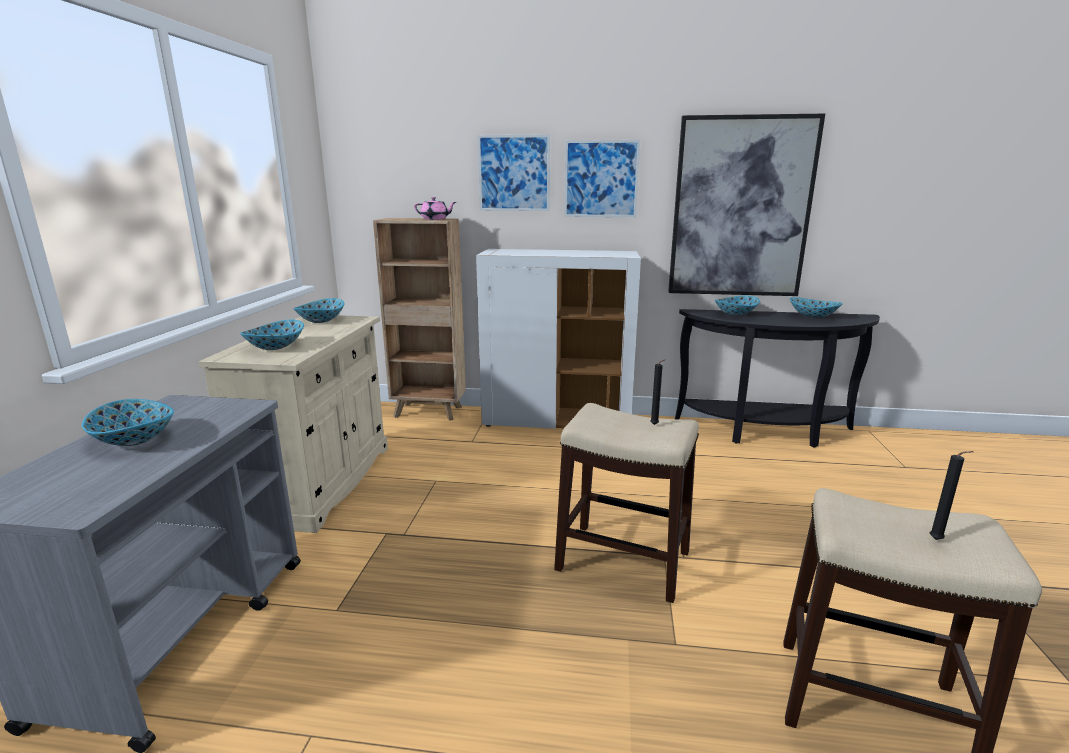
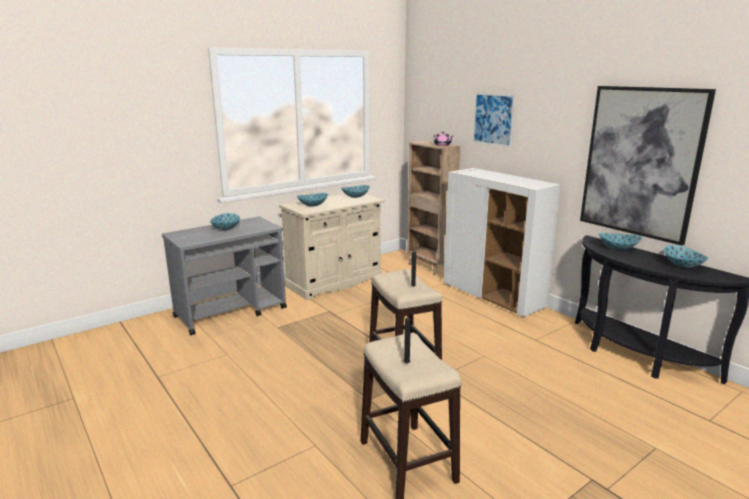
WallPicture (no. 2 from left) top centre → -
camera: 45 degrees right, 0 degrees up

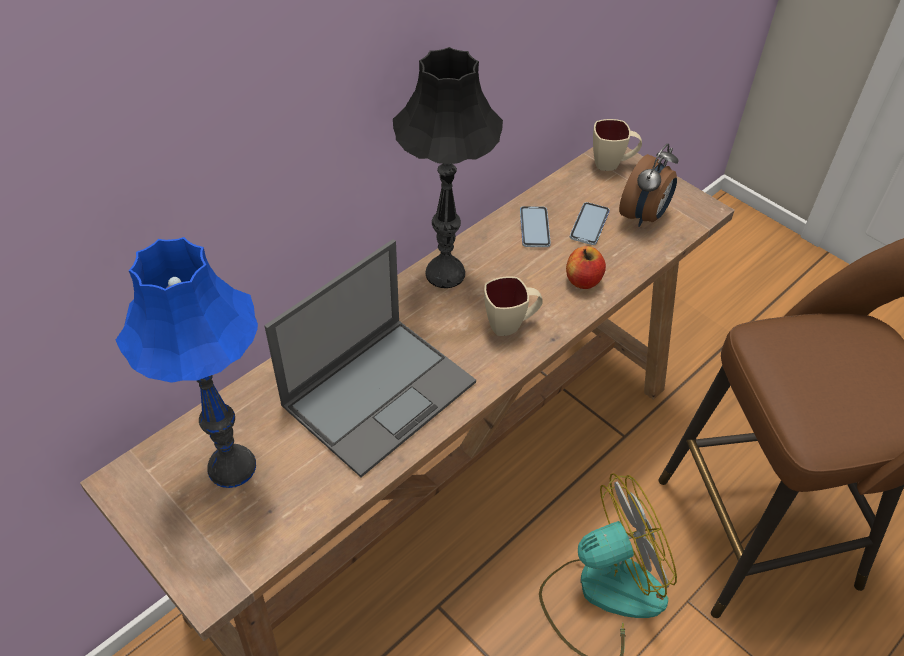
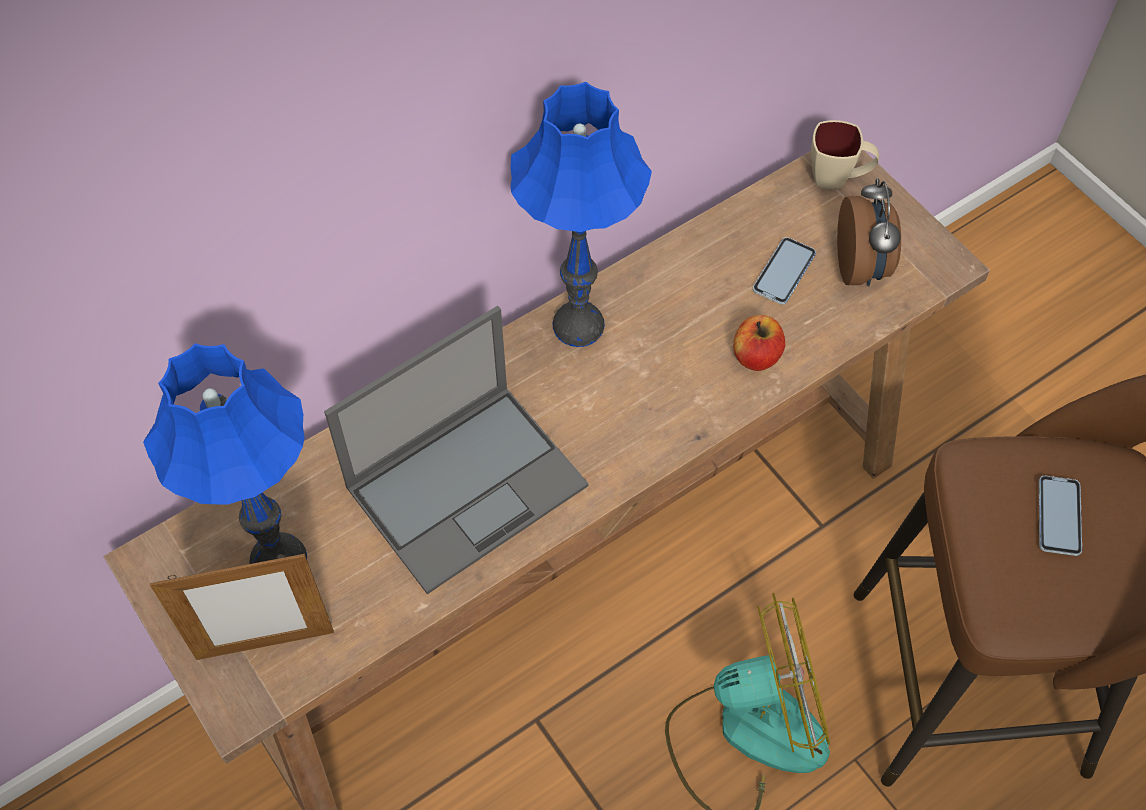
BeigeCoffeeMug (no. 1 from left) centre → -
- → StandingFrame bottom left
Telephone (no. 1 from left in the first image) centre → Telephone (no. 2 from left) middle right, relocated
BlackTableLamp top centre → BluishTableLamp (no. 2 from left) top centre
TableClock top right, 45 degrees counterclockwise
camera: 10 degrees right, 10 degrees up

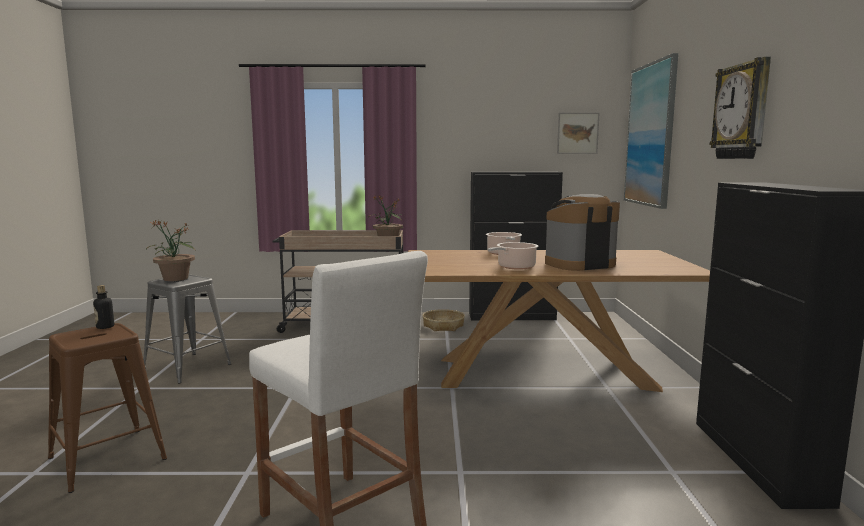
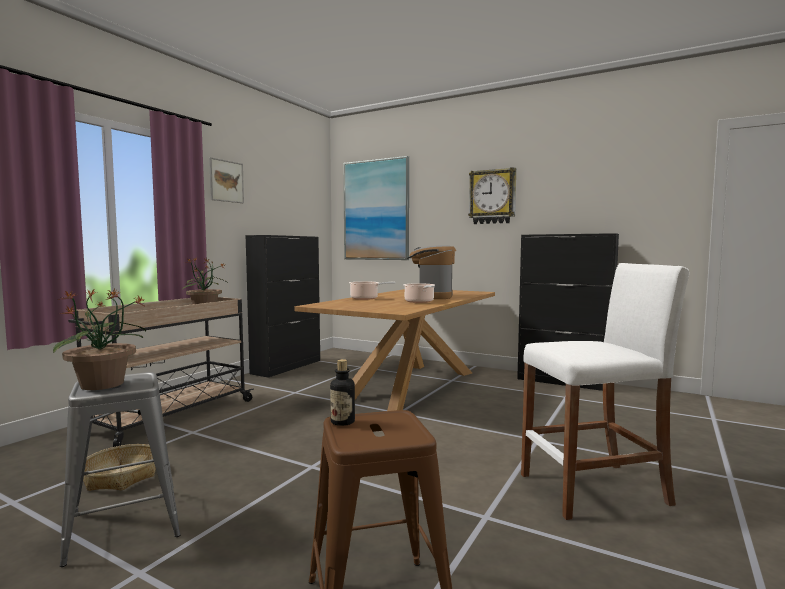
StorageBasket centre → StorageBasket bottom left, relocated
WallPicture (no. 1 from left) top right → WallPicture (no. 1 from left) top left, relocated
camera: 60 degrees left, 5 degrees down

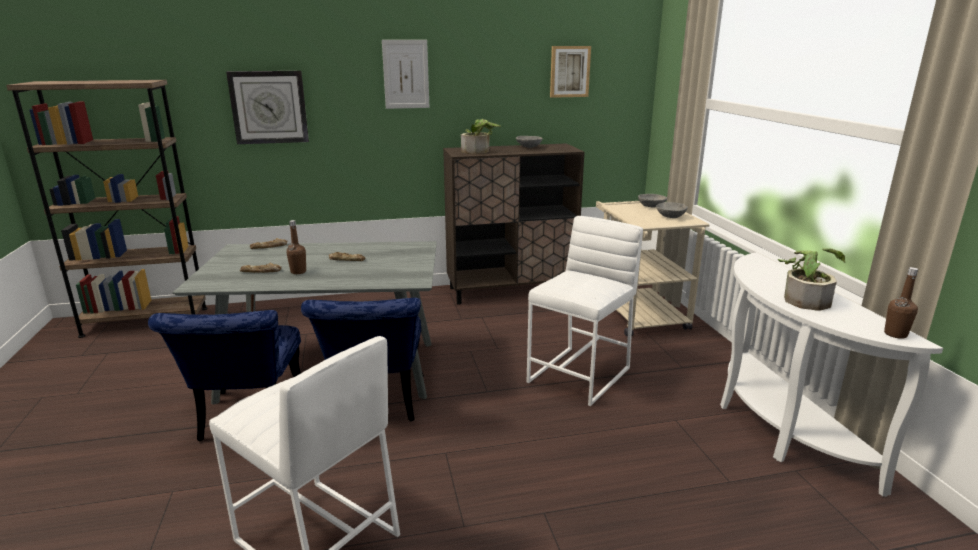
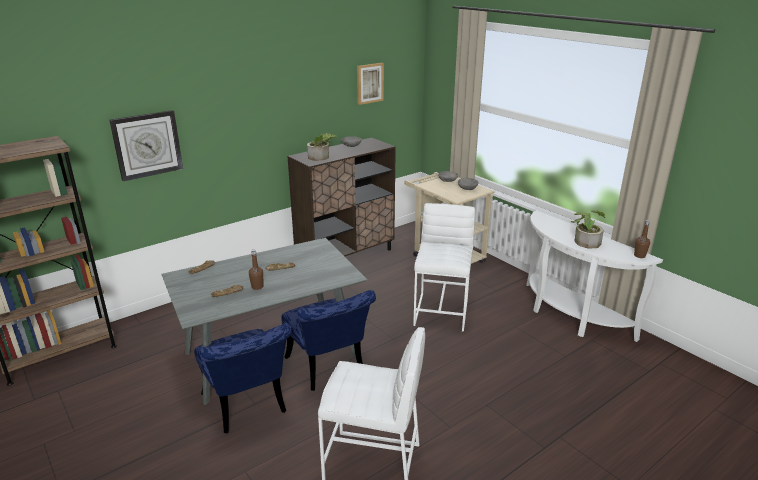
WallPicture (no. 1 from left) top centre → -
camera: 25 degrees left, 5 degrees up

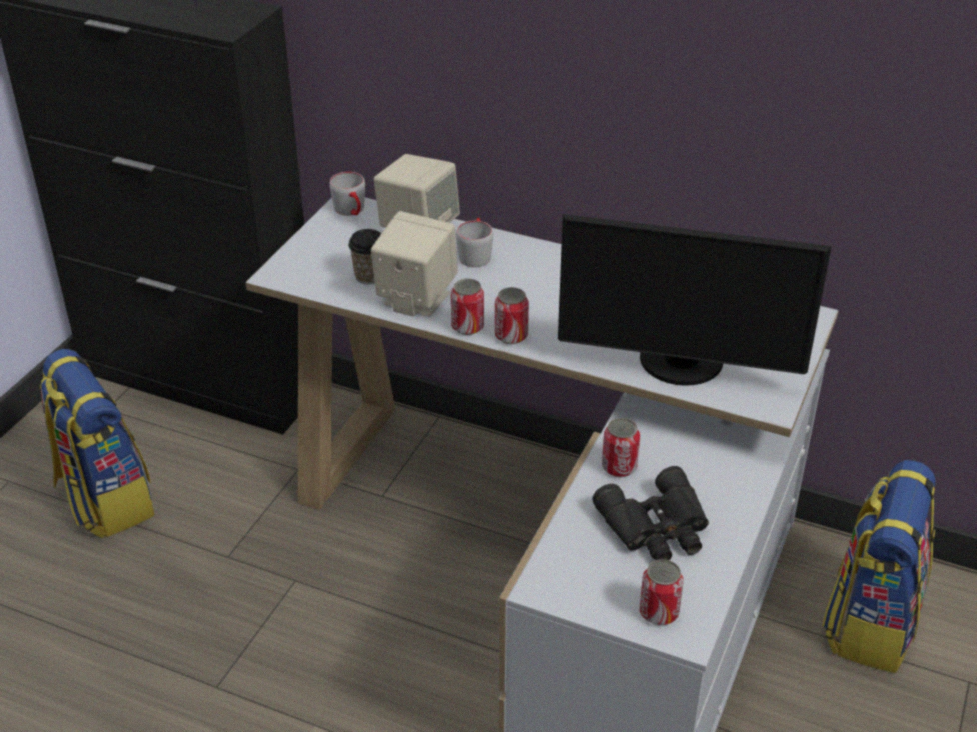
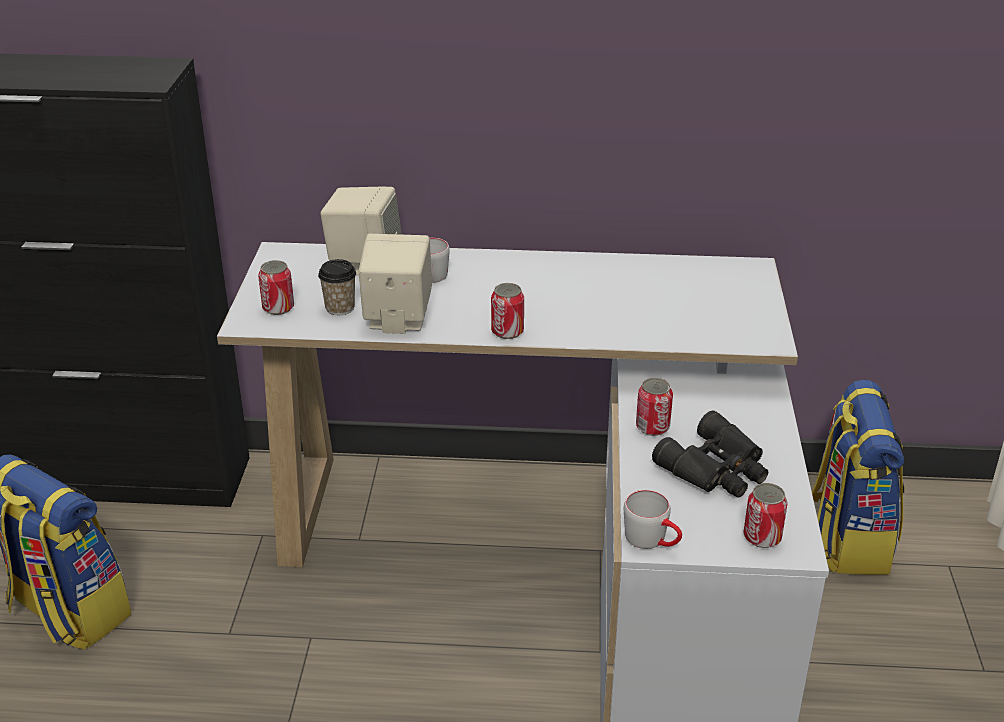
ComputerDisplay middle right → -
GreyCoffeeMug (no. 1 from left in the first image) top centre → GreyCoffeeMug (no. 2 from left) bottom centre, relocated
MetalCan (no. 1 from left) centre → MetalCan (no. 1 from left) middle left, relocated
camera: 20 degrees left, 5 degrees down

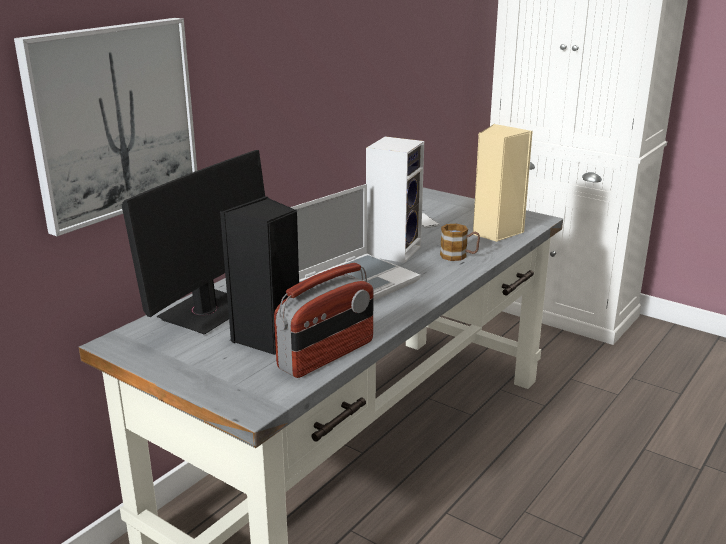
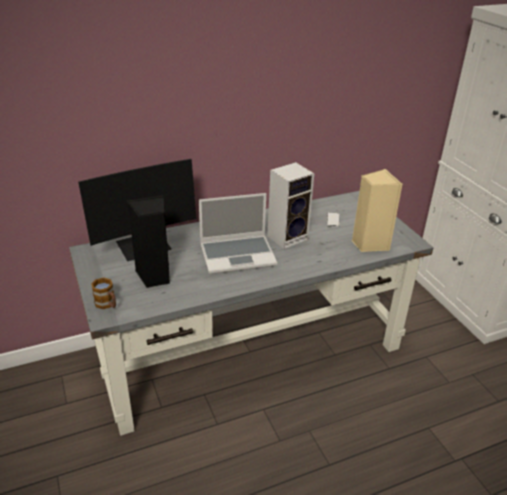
WallPicture top left → -
RadioReceiver centre → -
CoffeeMug centre → CoffeeMug middle left, relocated
camera: 30 degrees right, 10 degrees up

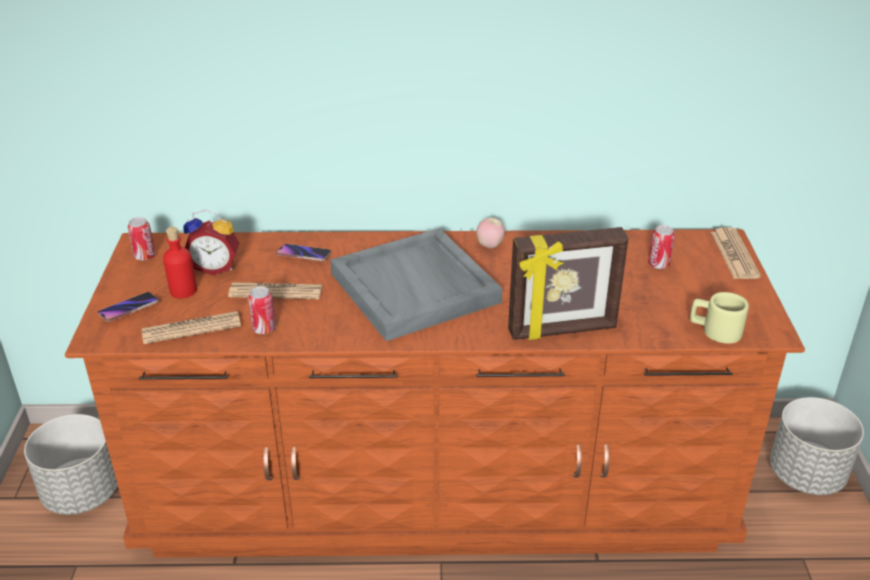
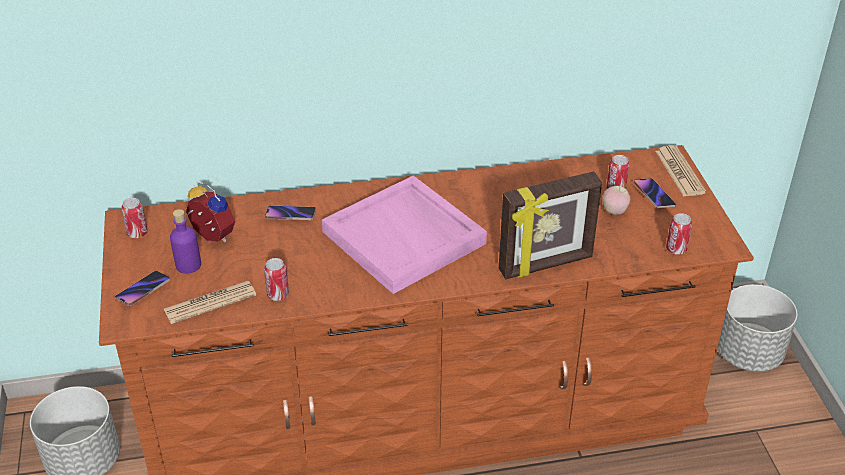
PrintedPaper (no. 2 from left) middle left → -
- → Telephone (no. 3 from left) middle right
WholeApple centre → WholeApple middle right, relocated
BeigeCoffeeMug middle right → MetalCan (no. 4 from left) middle right
RedColouredBeverageBottle middle left → PurplishBeverageBottle middle left
GreyCarryingTray centre → PinkCarryingTray centre
TableClock middle left, 135 degrees counterclockwise
camera: 10 degrees left, 5 degrees up

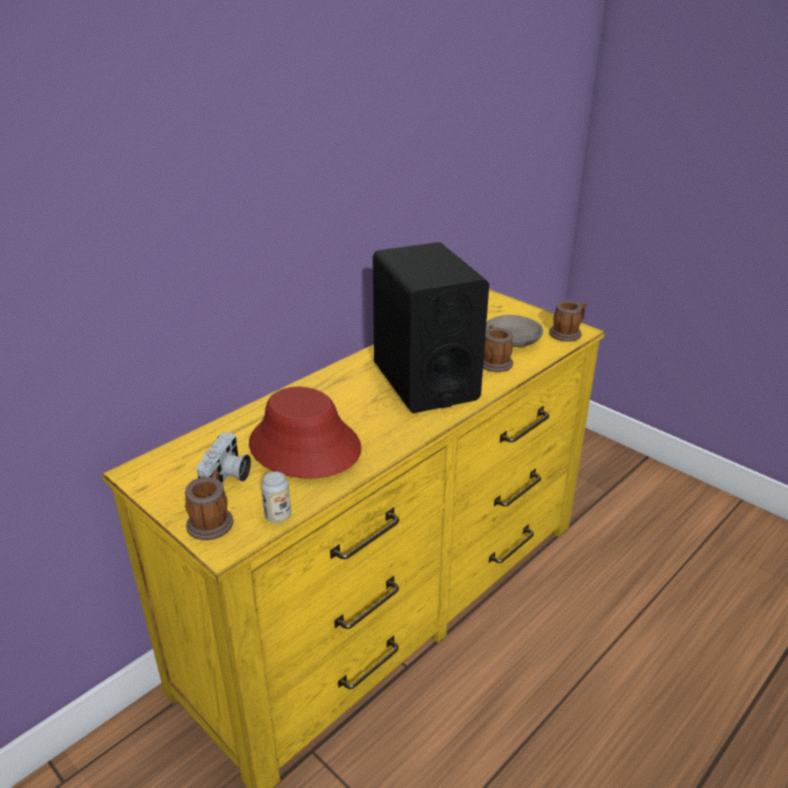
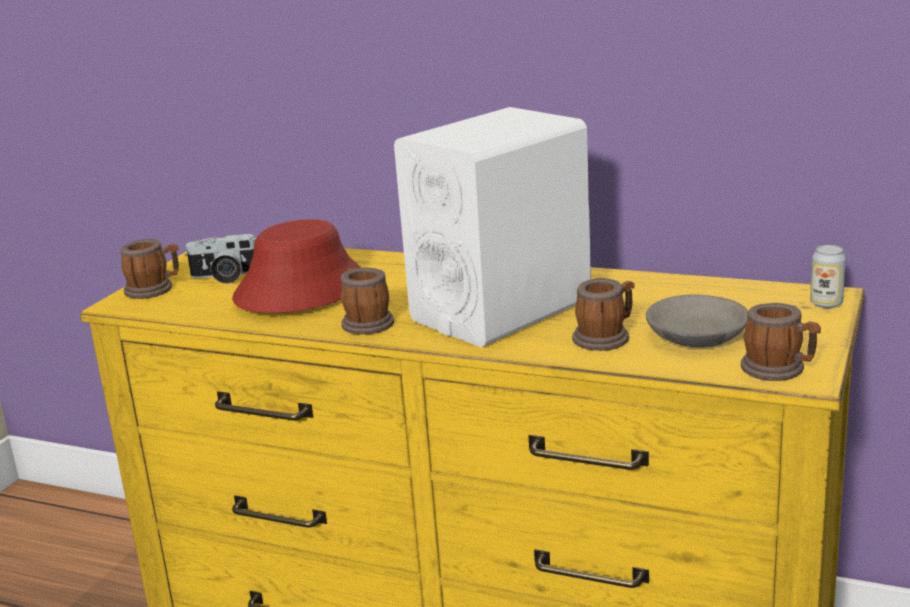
- → CoffeeMug (no. 2 from left) centre
MetalCan centre → MetalCan middle right, relocated
BlackSpeaker centre → WhiteSpeaker centre
camera: 70 degrees right, 10 degrees down

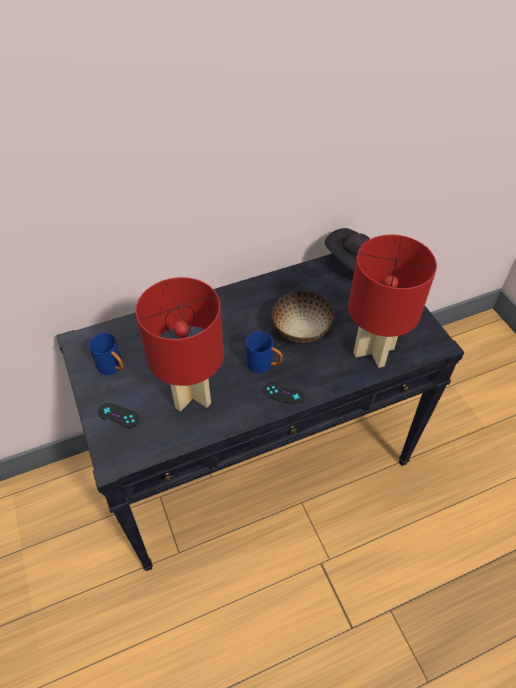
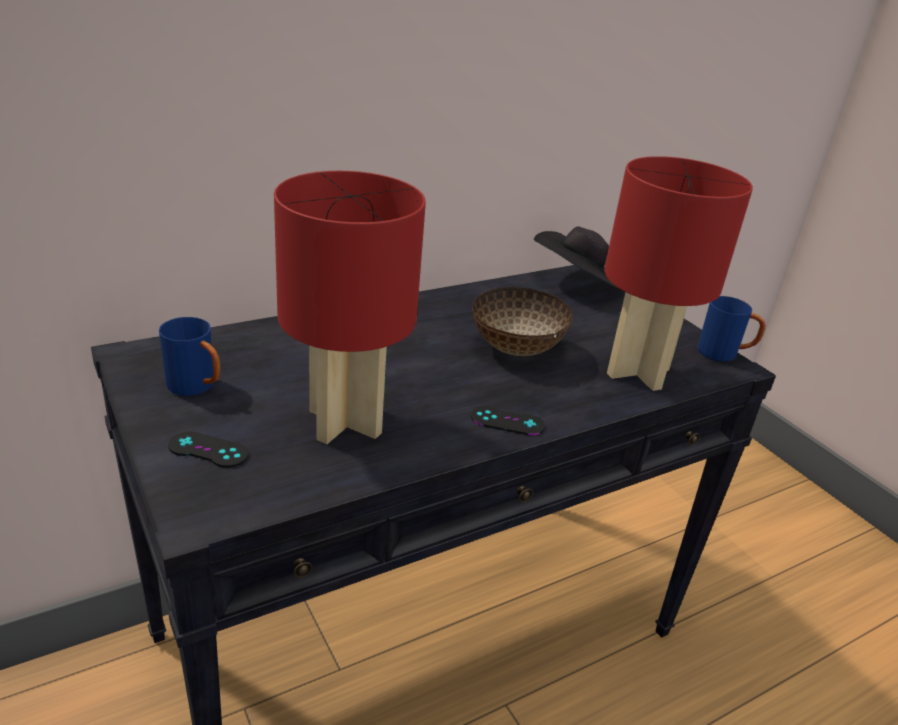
BluishCoffeeMug (no. 2 from left) centre → BluishCoffeeMug (no. 2 from left) middle right, relocated
camera: 10 degrees left, 20 degrees down

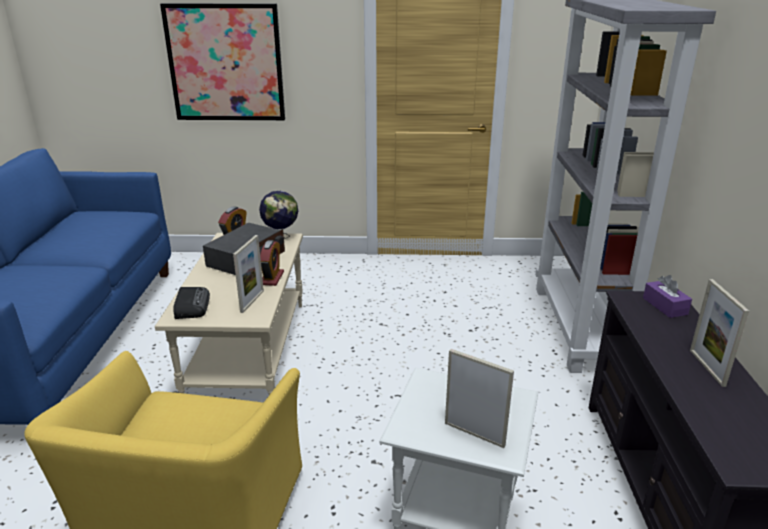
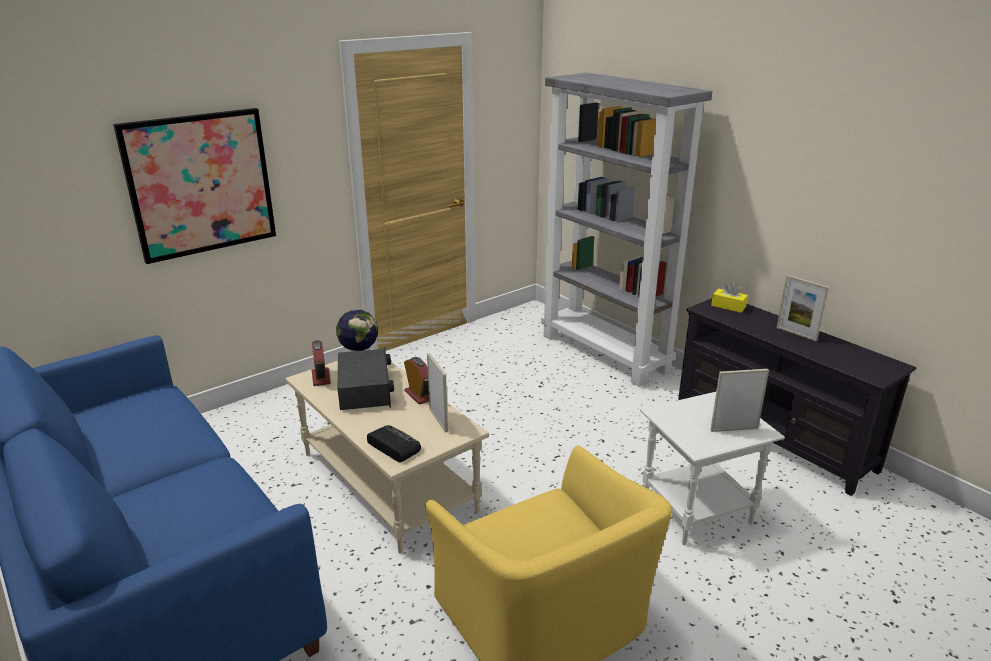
PurplishBoxOfTissues middle right → YellowColouredBoxOfTissues middle right
camera: 40 degrees left, 0 degrees up

